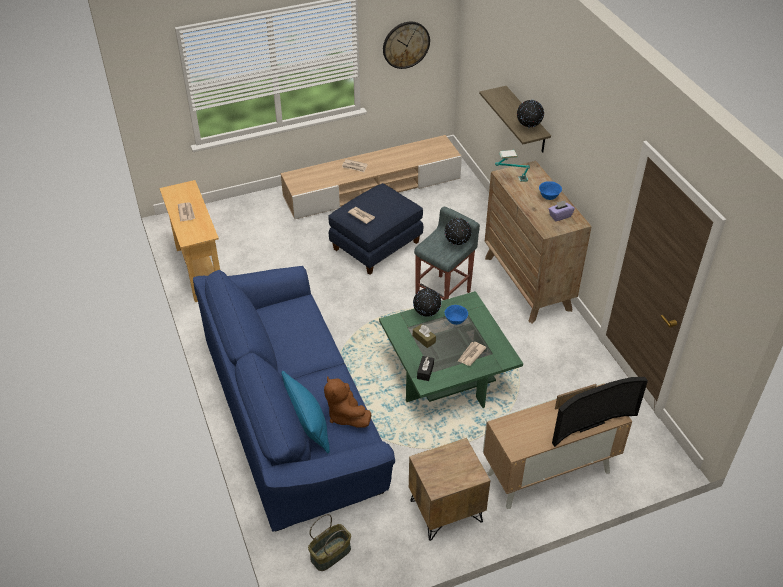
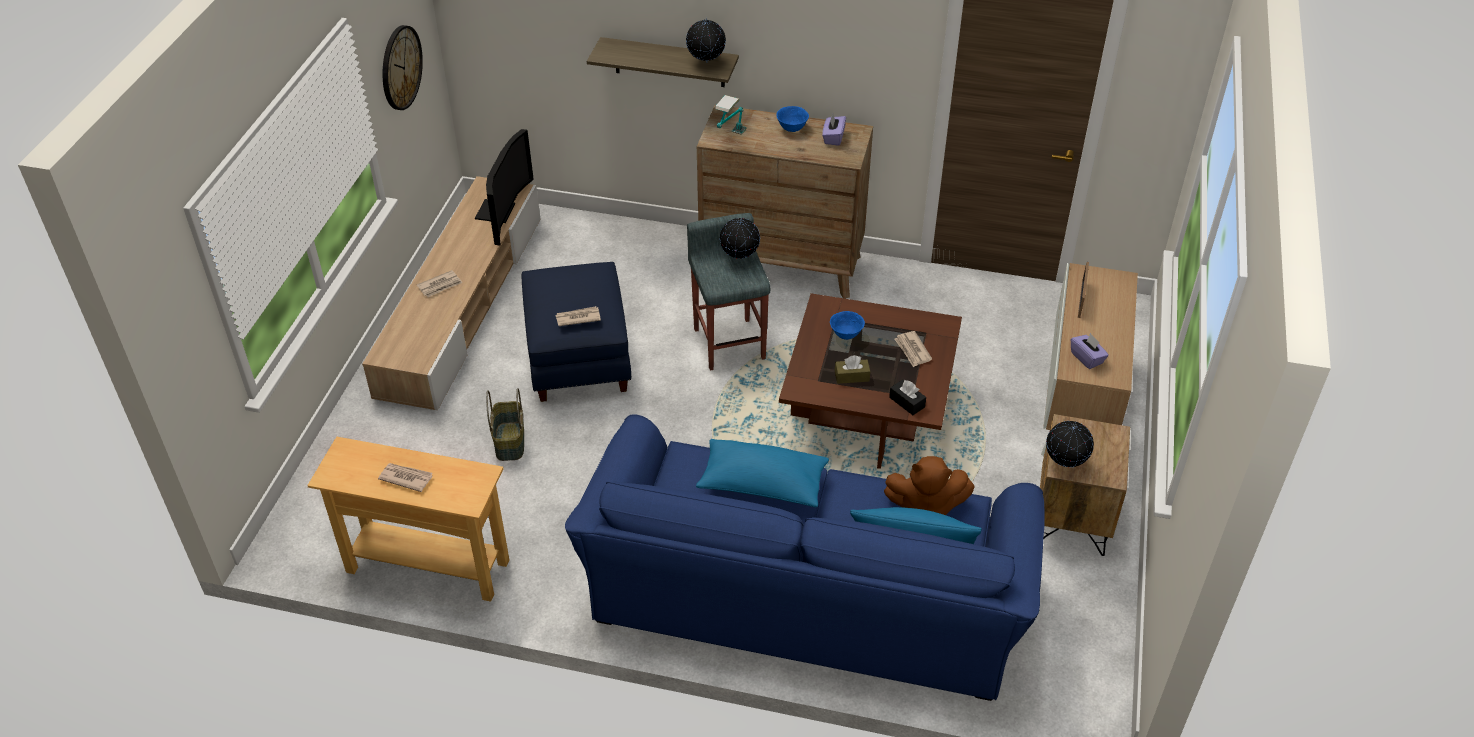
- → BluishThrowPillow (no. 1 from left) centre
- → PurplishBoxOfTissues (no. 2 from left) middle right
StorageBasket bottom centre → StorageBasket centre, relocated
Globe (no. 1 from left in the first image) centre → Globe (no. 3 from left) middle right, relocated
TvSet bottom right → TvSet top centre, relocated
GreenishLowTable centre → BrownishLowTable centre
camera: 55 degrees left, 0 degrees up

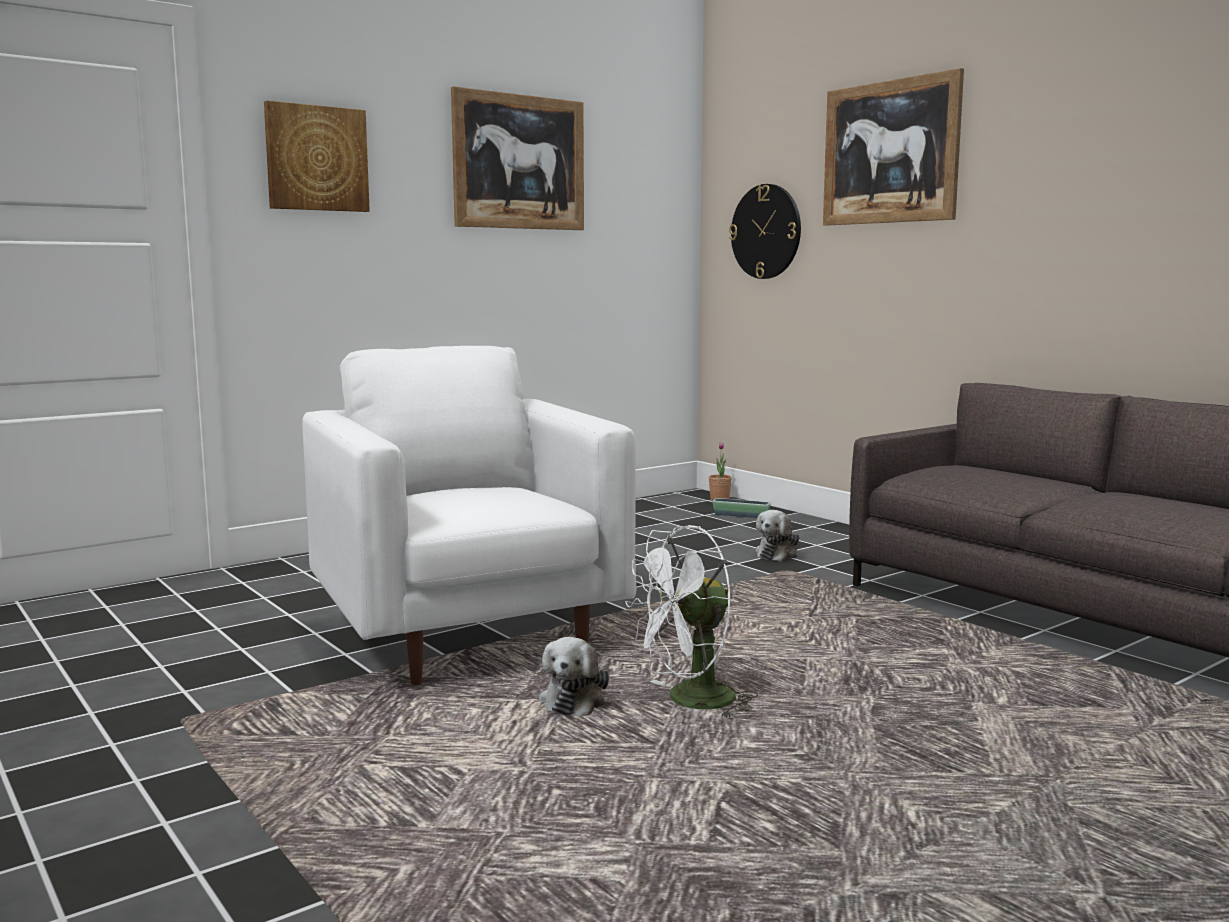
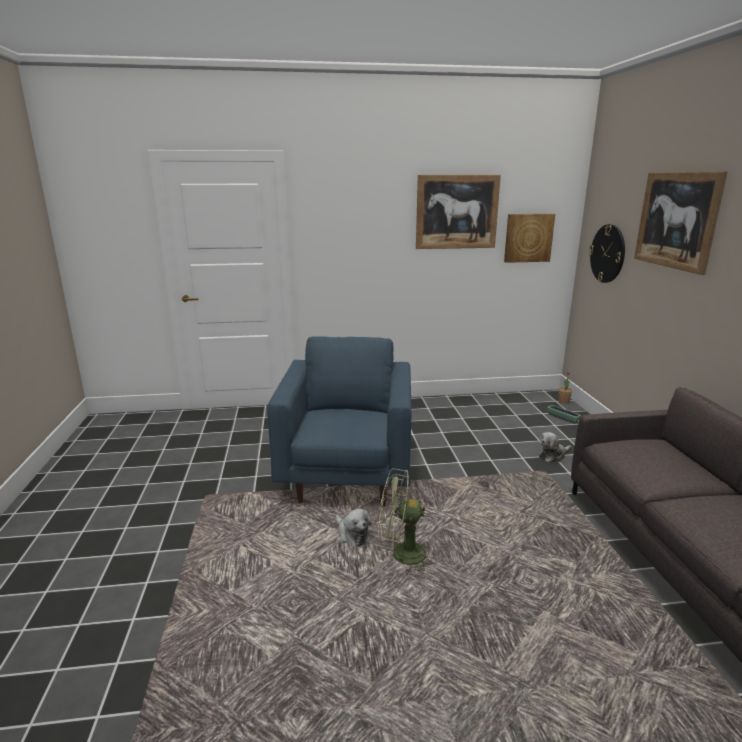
WallPicture (no. 1 from left in the first image) top left → WallPicture (no. 2 from left) top right, relocated
WhiteLoungeChair centre → BluishLoungeChair centre
WhiteFan bottom centre → GreenishFan bottom centre
CuddlyToy (no. 1 from left) bottom centre, 75 degrees counterclockwise
camera: 30 degrees right, 10 degrees up

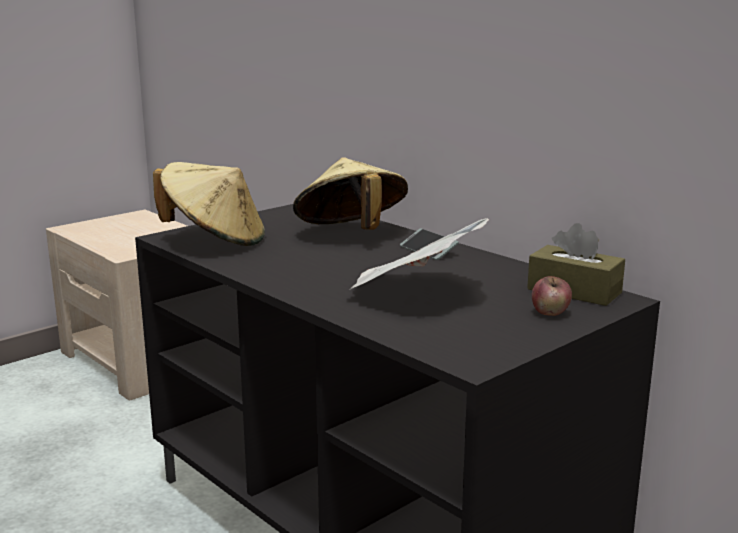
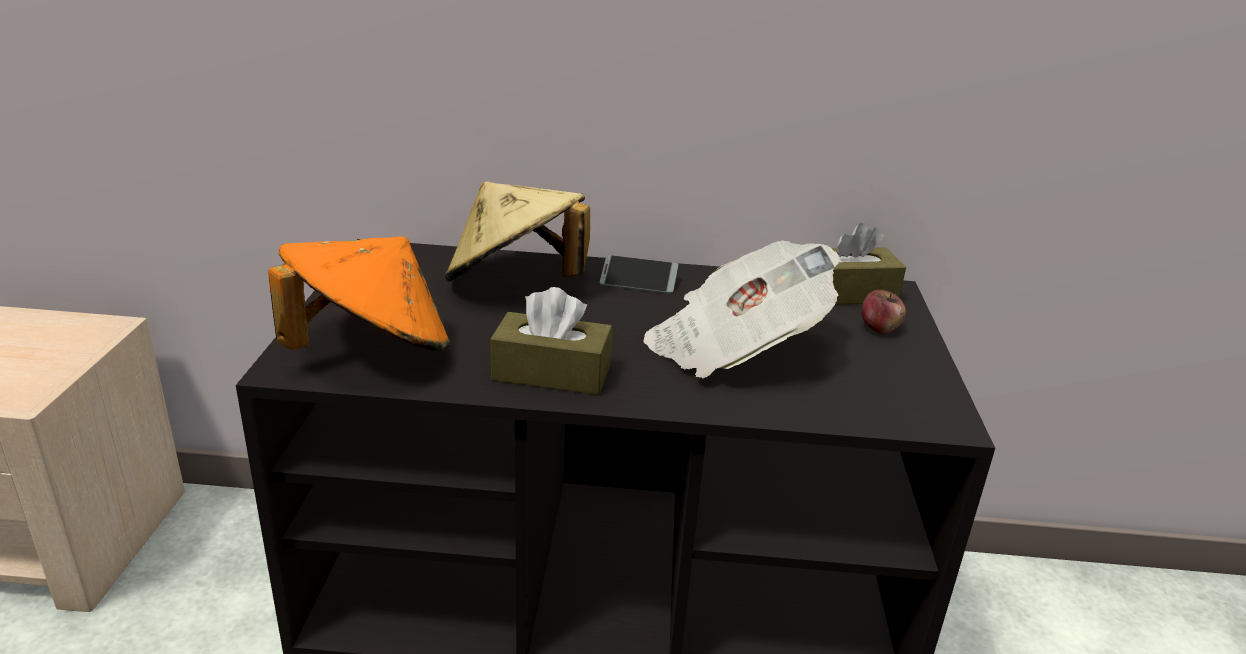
- → BrownishBoxOfTissues (no. 1 from left) centre
BeigeHat (no. 1 from left) middle left → OrangeyHat middle left
camera: 45 degrees left, 10 degrees up

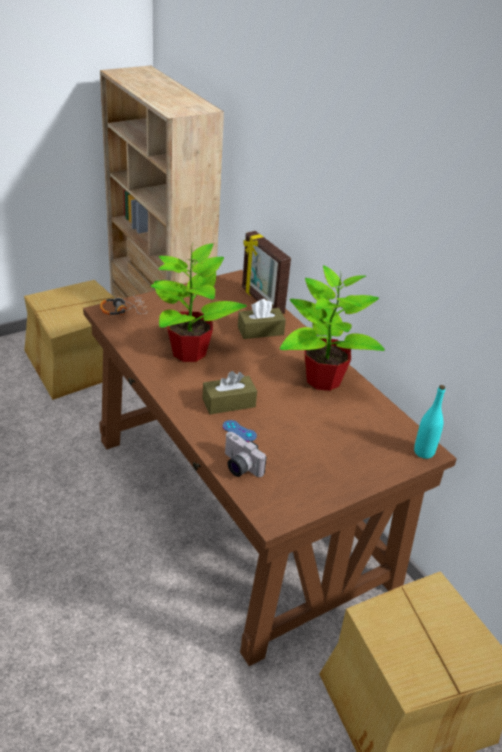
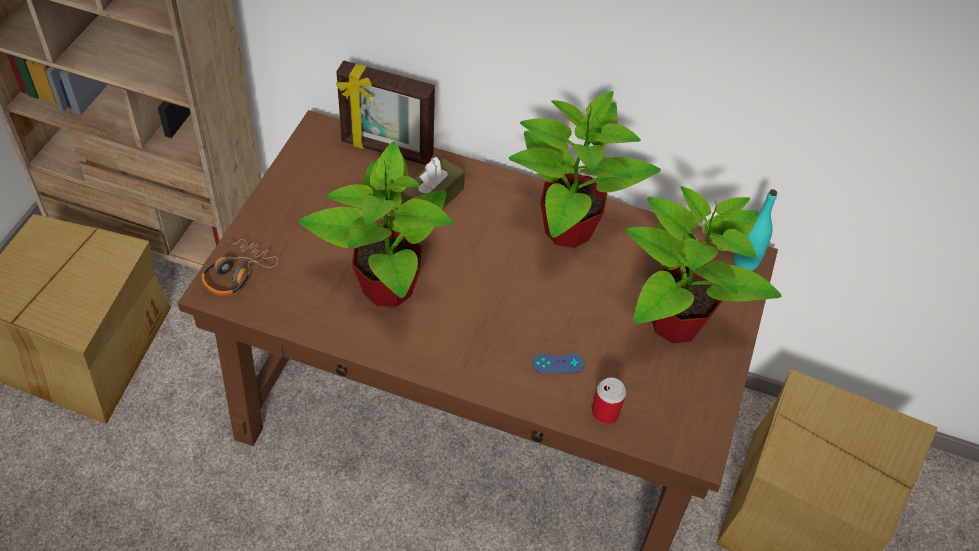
BrownishBoxOfTissues (no. 1 from left) centre → -
- → Houseplant (no. 3 from left) middle right
StillCamera centre → MetalCan bottom centre
camera: 40 degrees left, 15 degrees up

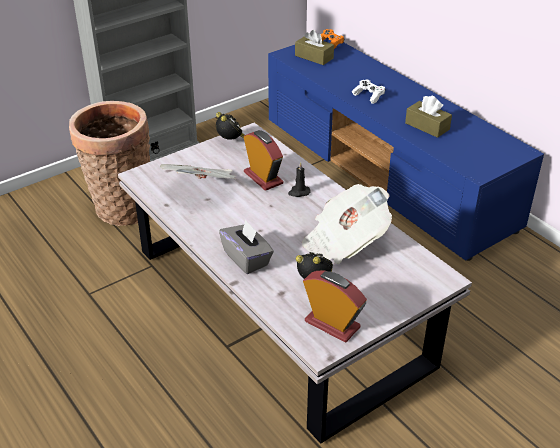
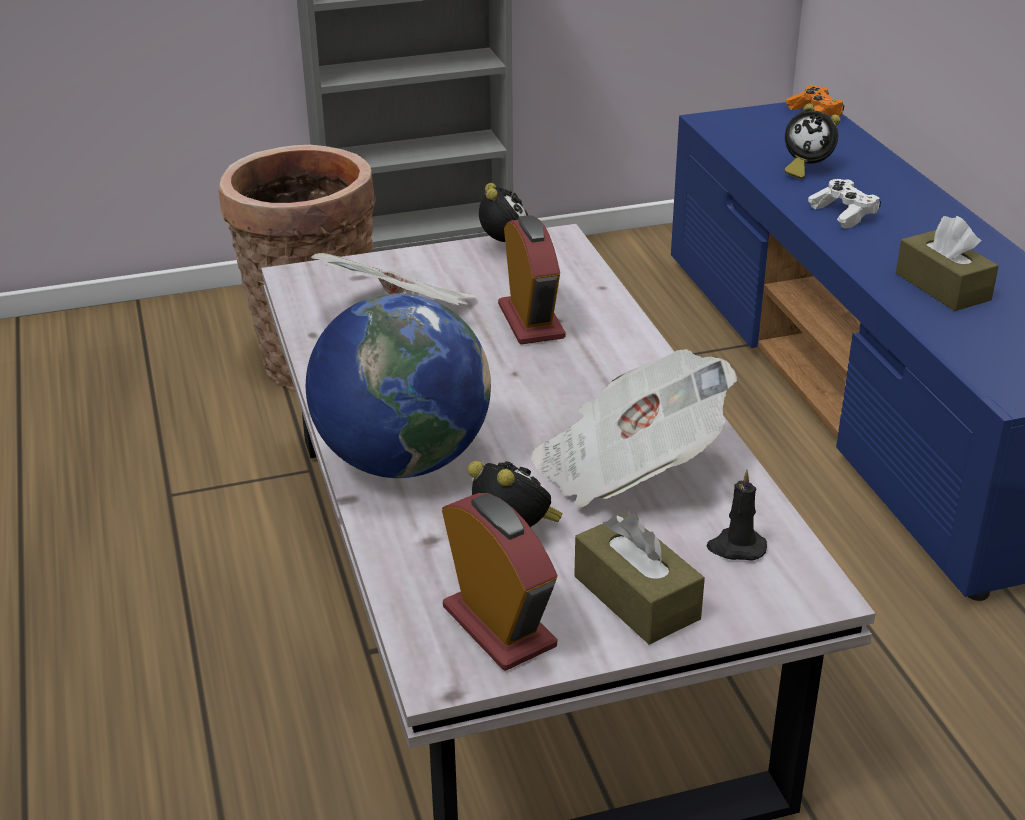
- → TableClock (no. 5 from left) top right
BlackWaxLight centre → BlackWaxLight middle right, relocated
BrownishBoxOfTissues (no. 1 from left) top centre → BrownishBoxOfTissues (no. 1 from left) bottom centre, relocated
GreyBoxOfTissues centre → Globe centre
camera: 20 degrees right, 5 degrees down

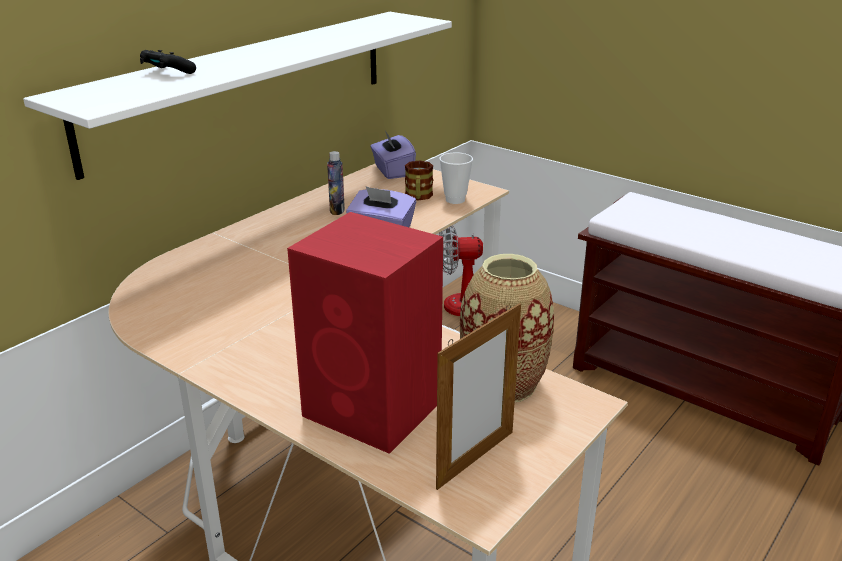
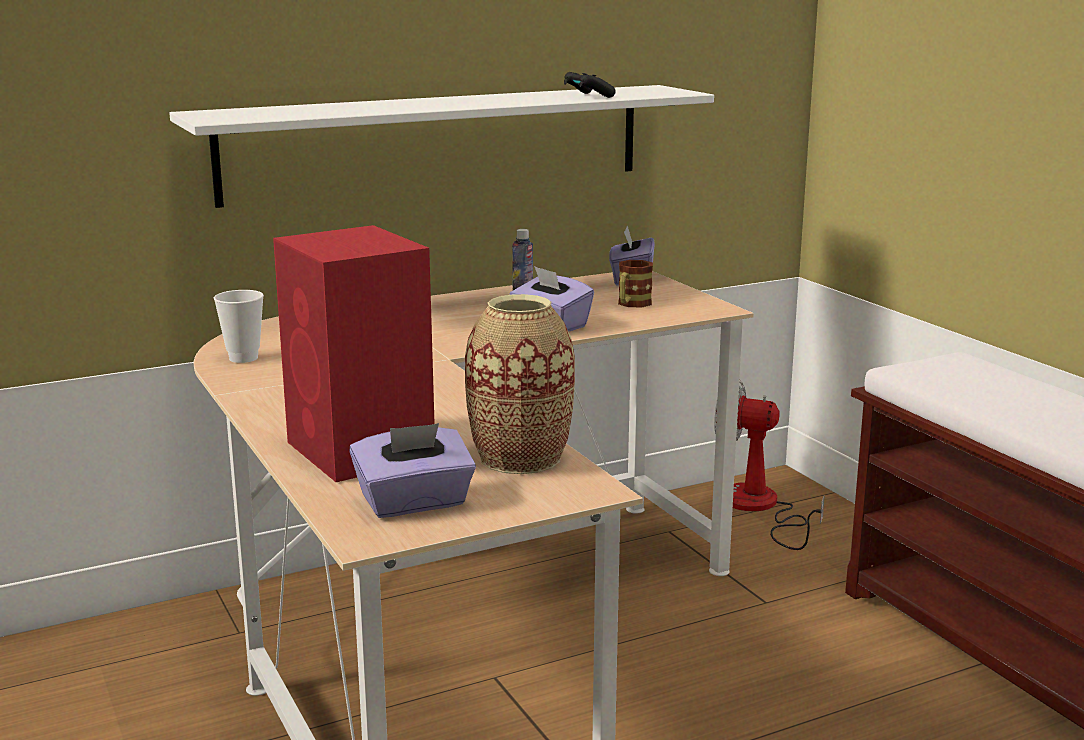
BlackGameController top left → BlackGameController top centre, relocated
DrinkingCup top centre → DrinkingCup middle left, relocated
StandingFrame bottom centre → PurplishBoxOfTissues (no. 1 from left) centre
camera: 25 degrees right, 10 degrees down

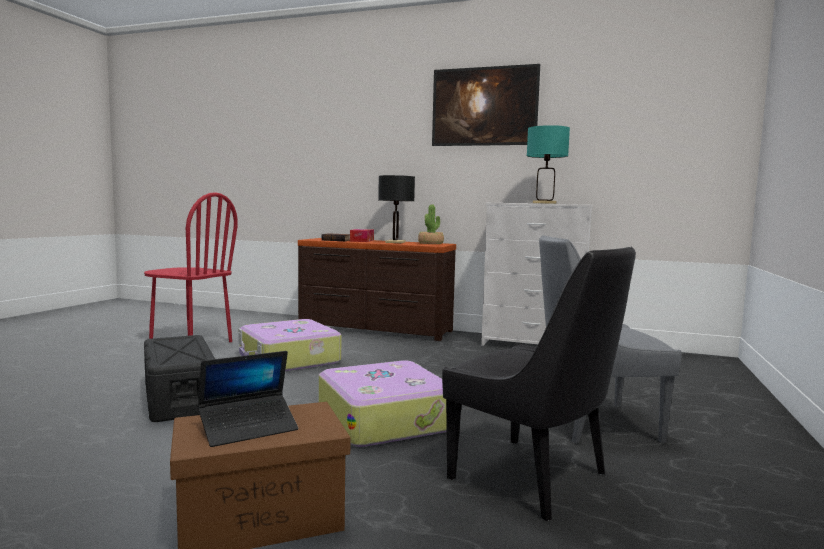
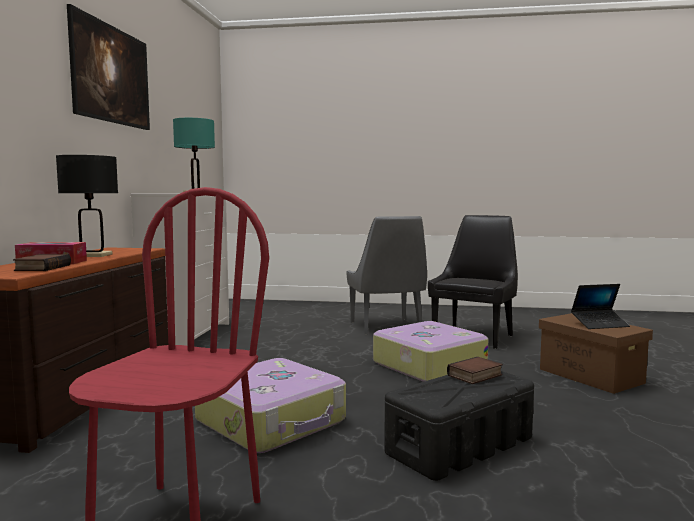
Houseplant centre → -
- → Book (no. 2 from left) bottom right
Laptop bottom left → Laptop middle right, 120 degrees clockwise
camera: 100 degrees left, 0 degrees up

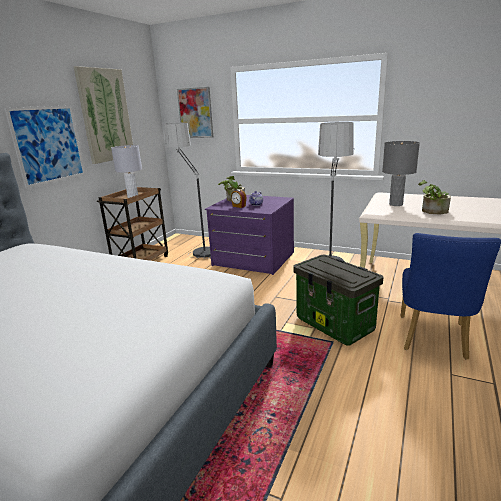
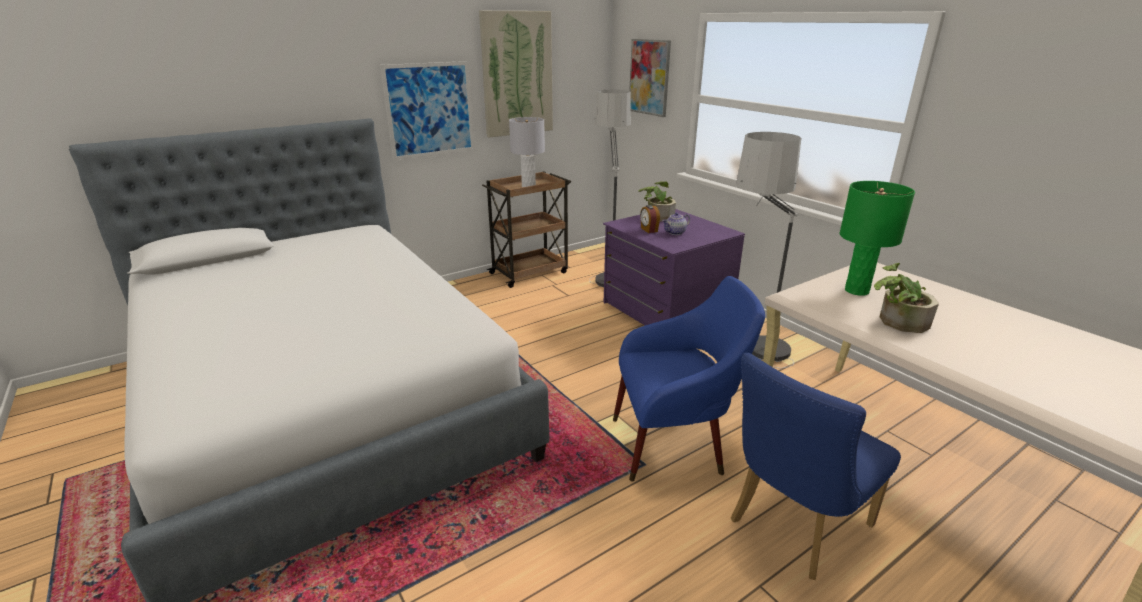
StorageBin middle right → BluishLoungeChair centre
GreyTableLamp (no. 2 from left) middle right → GreenishTableLamp middle right
camera: 30 degrees right, 5 degrees up

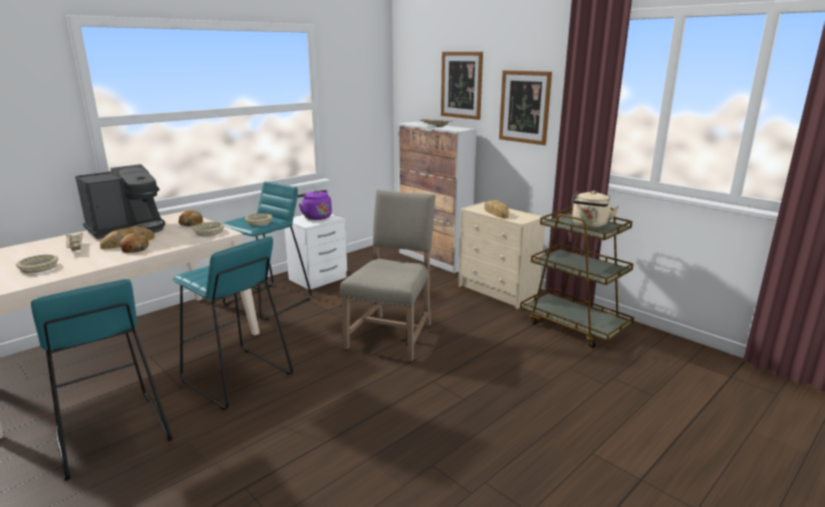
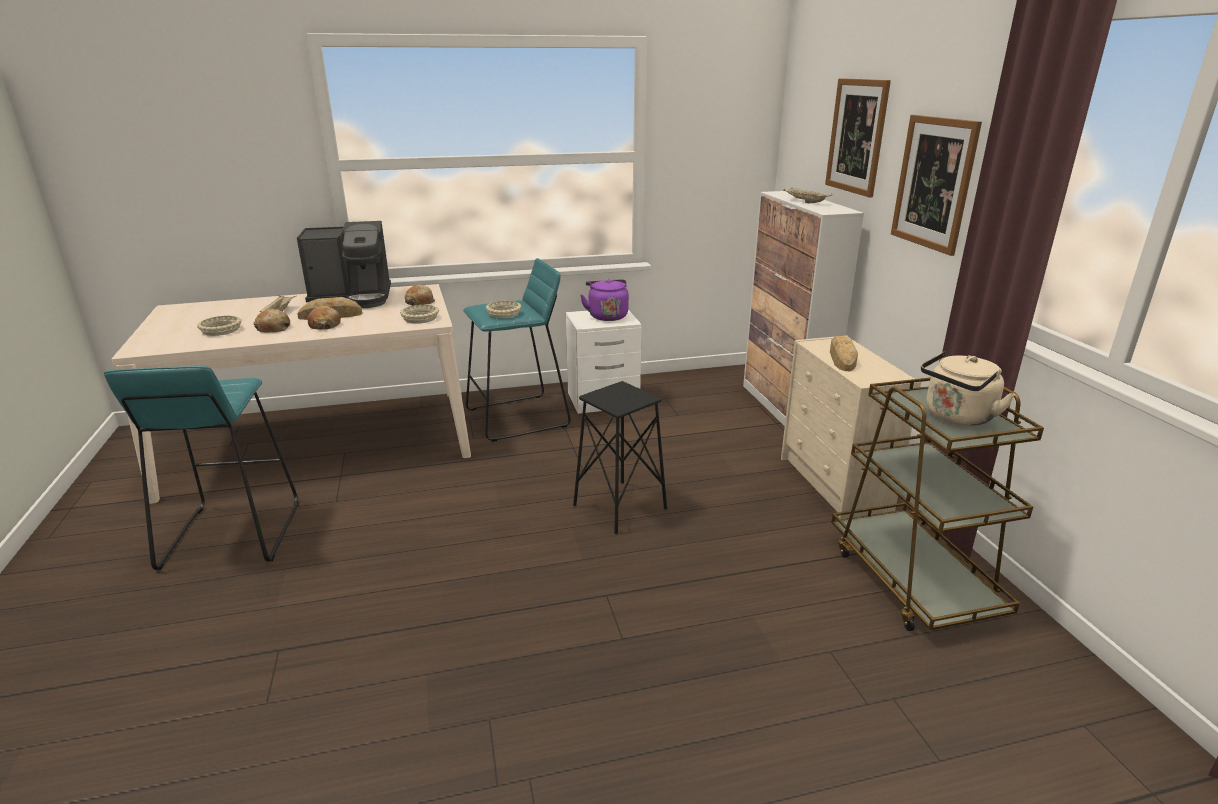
TurquoiseSittingStool (no. 2 from left) middle left → -
- → Bread (no. 1 from left) middle left
BeigeUprightChair centre → BlackSittingStool centre
camera: 30 degrees right, 5 degrees up

